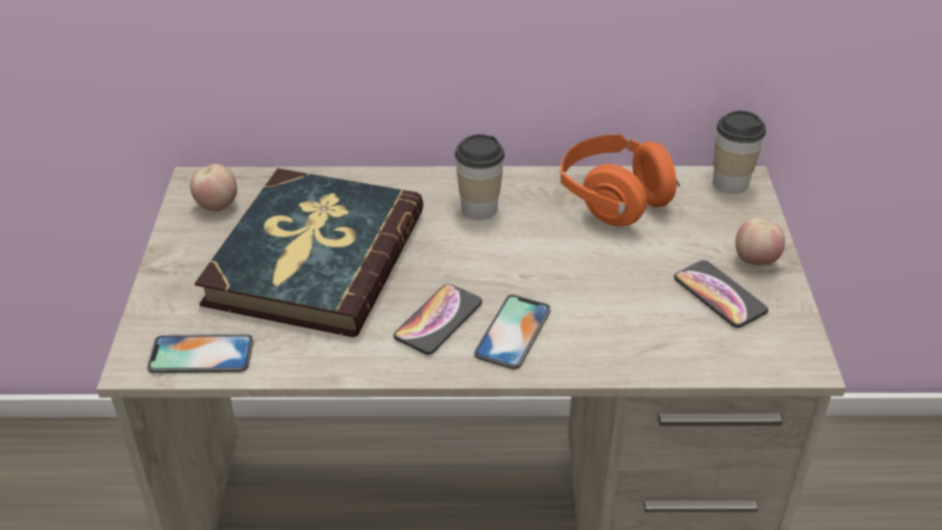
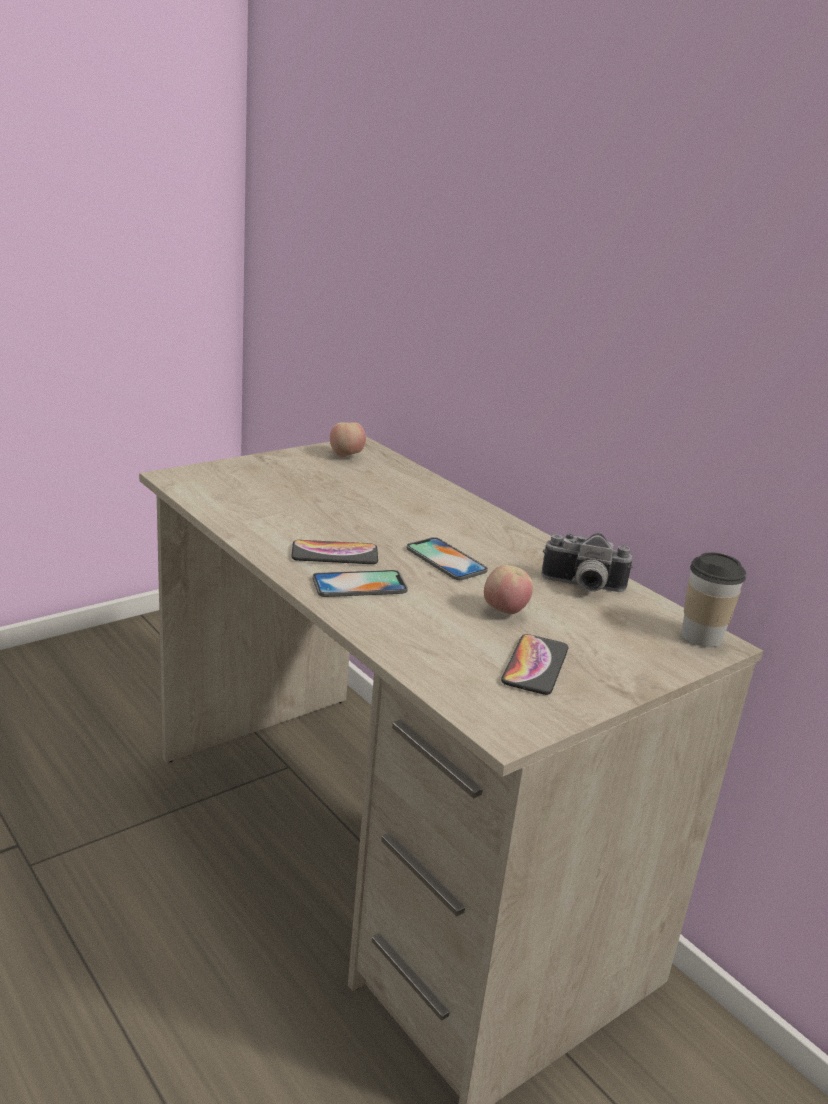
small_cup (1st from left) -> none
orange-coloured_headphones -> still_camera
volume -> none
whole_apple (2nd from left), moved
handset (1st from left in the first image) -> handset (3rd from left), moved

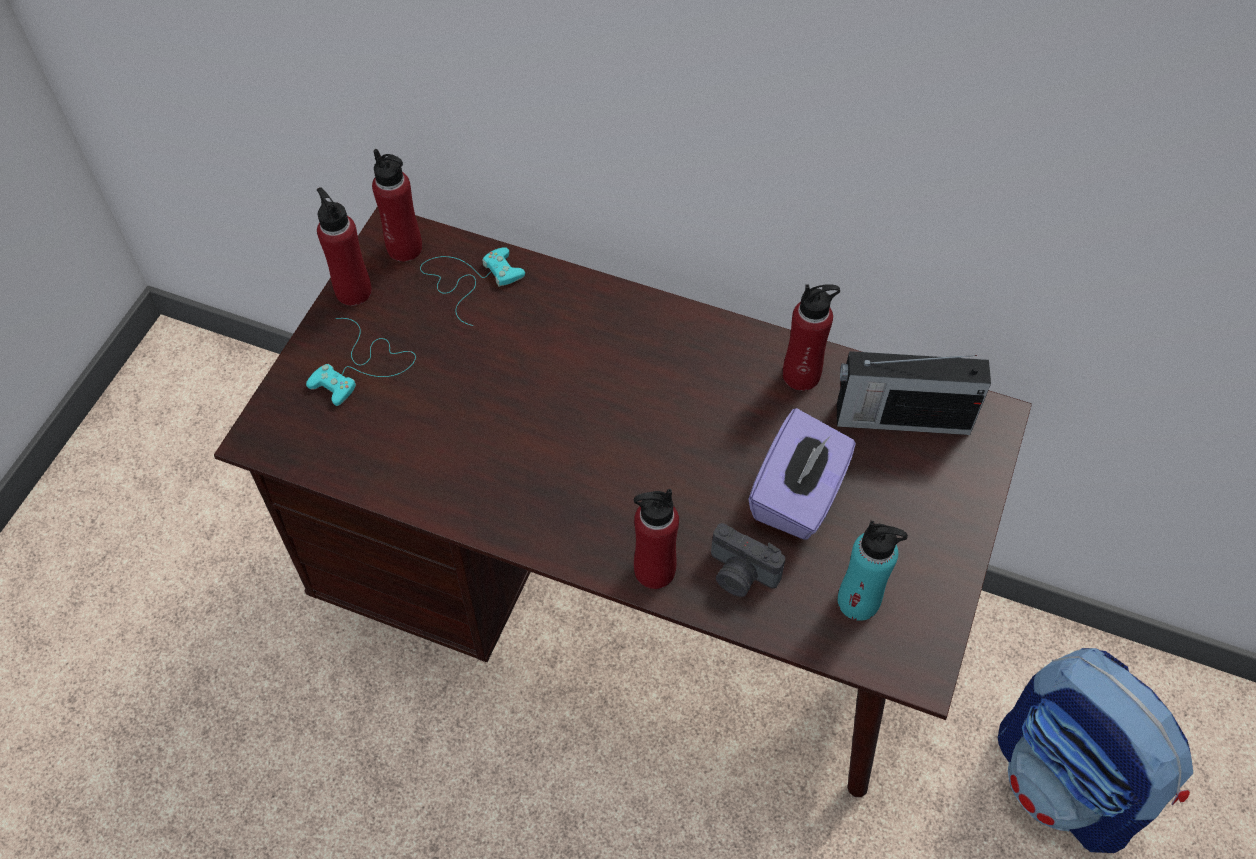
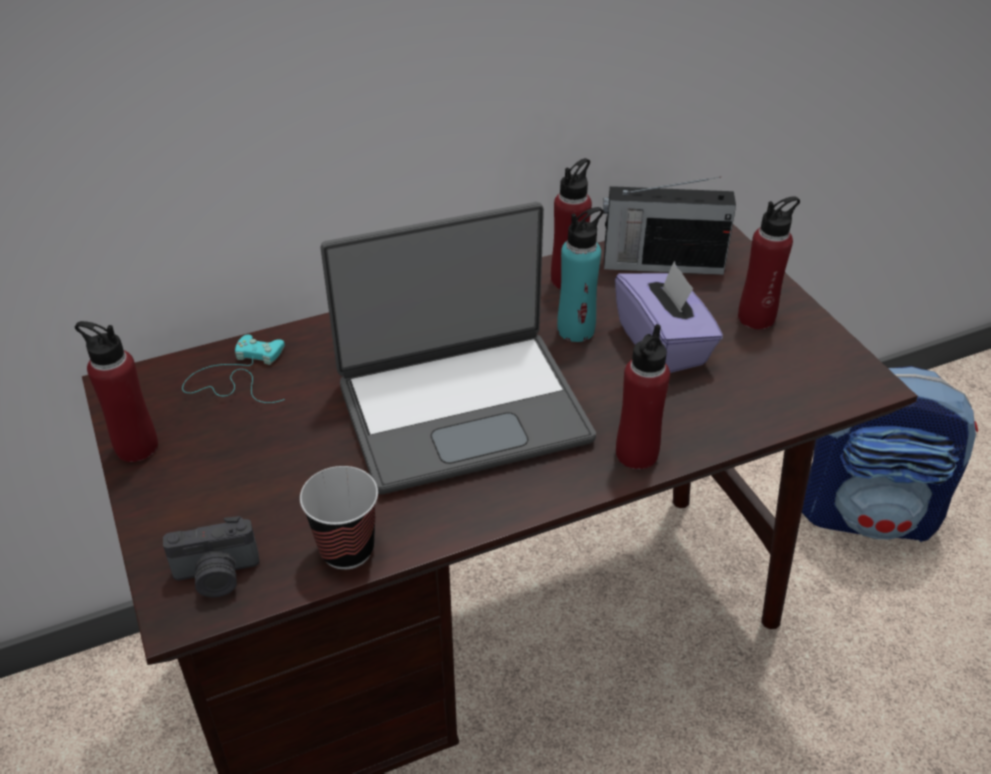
red_drink_bottle (2nd from left in the first image) -> red_drink_bottle (4th from left), moved
turquoise_game_controller (1st from left) -> none
radio_set, 45 degrees clockwise
turquoise_drink_bottle, moved
still_camera, moved
none -> notebook_computer
none -> small_cup

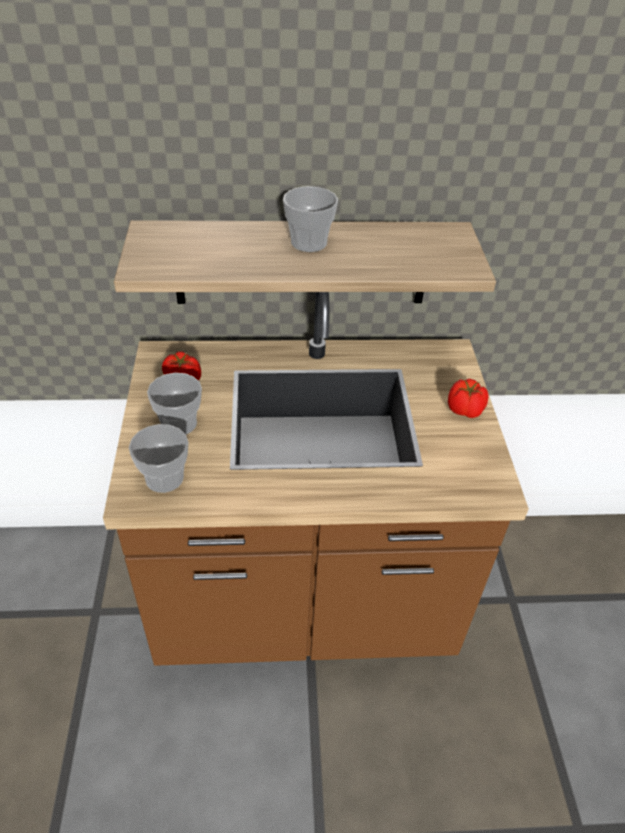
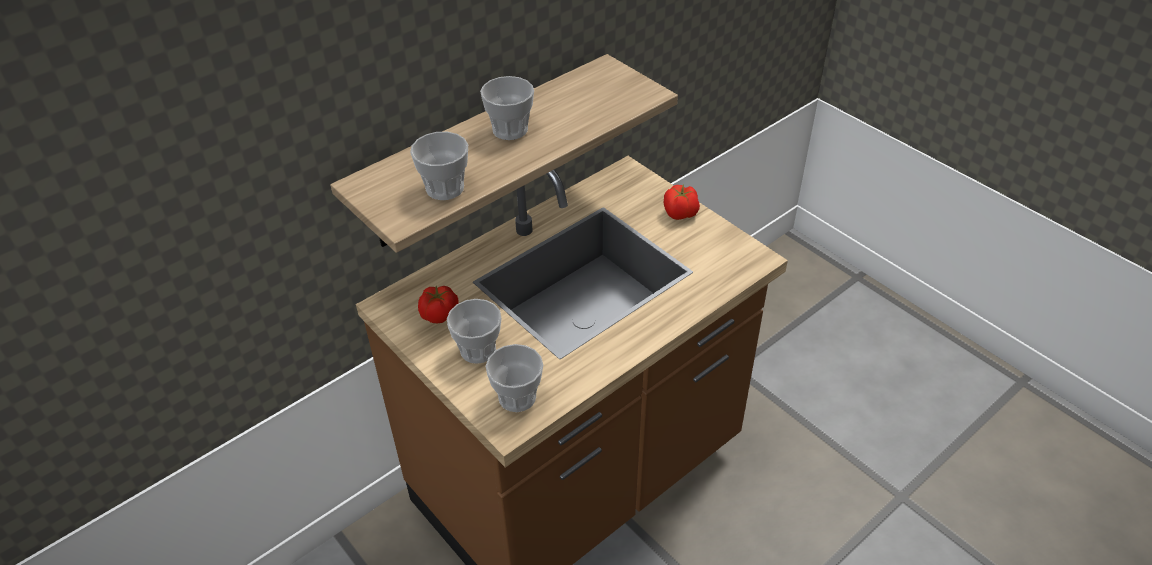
none -> small_cup (1st from left)

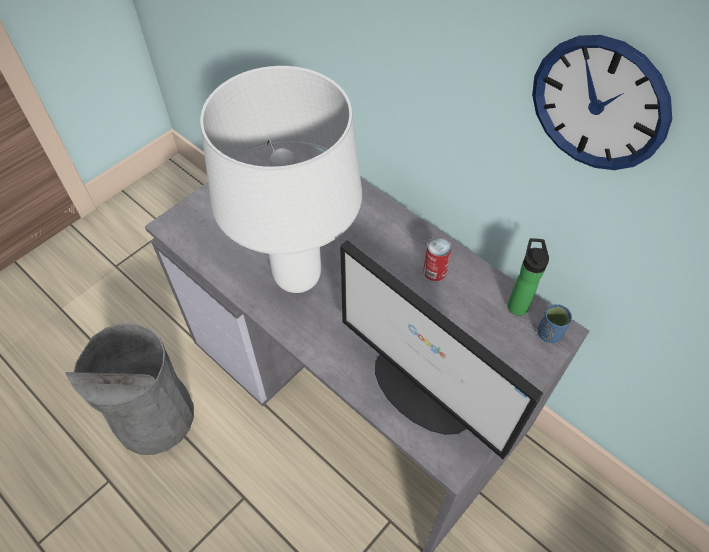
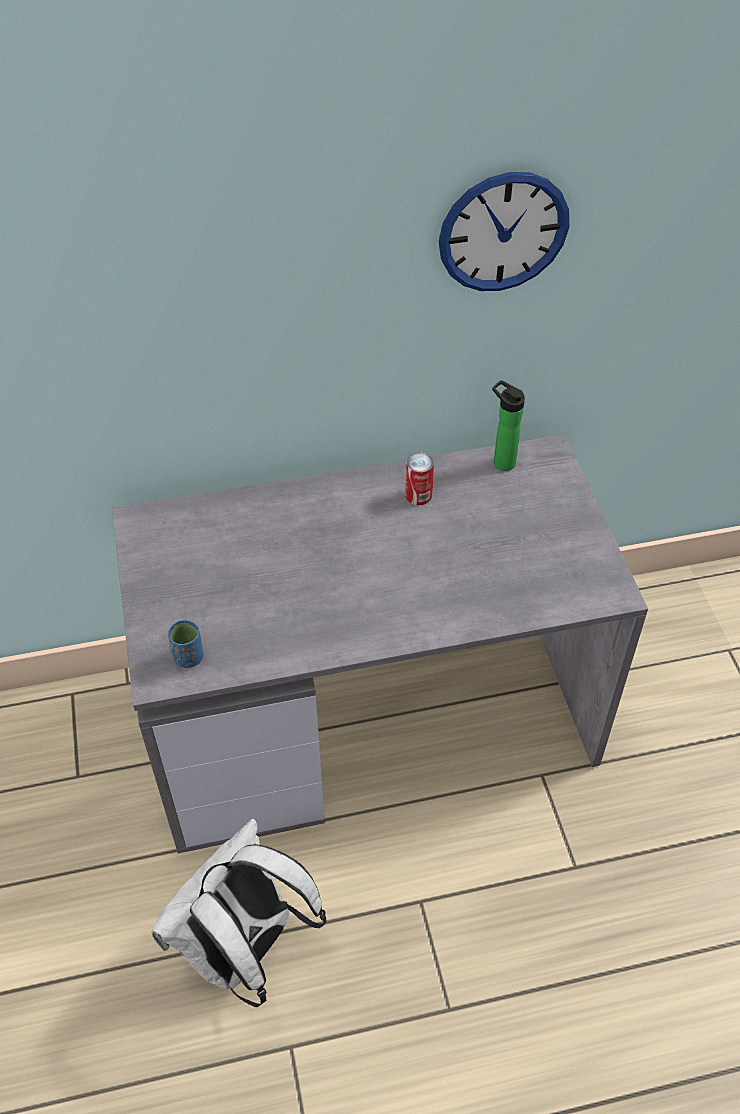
whitish_lamp_for_a_table -> none
monitor -> none
blue_small_cup, moved
greyish_waste_bin -> whitish_backpack

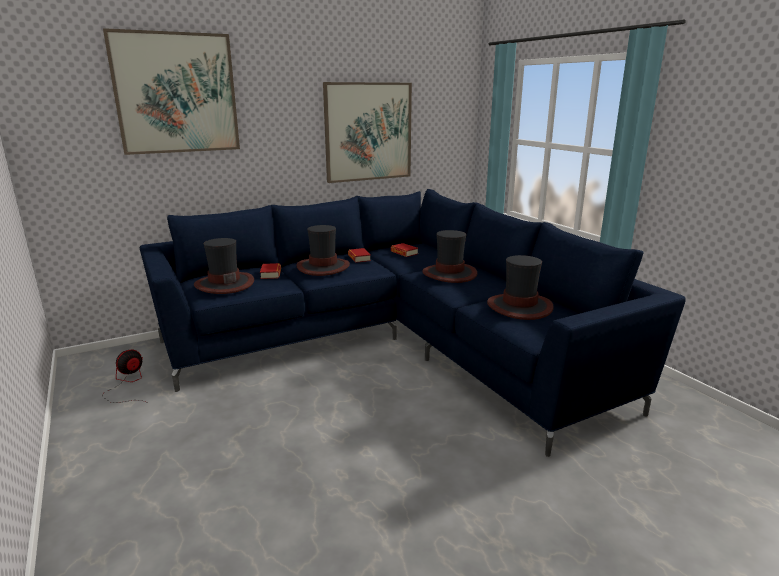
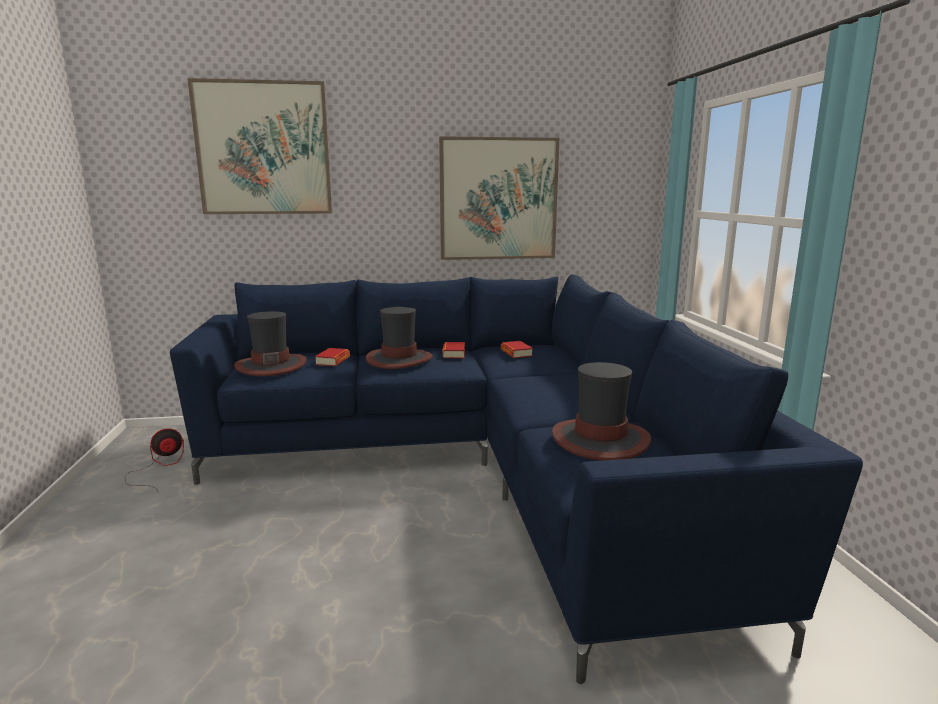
clothing_hat (3rd from left) -> none

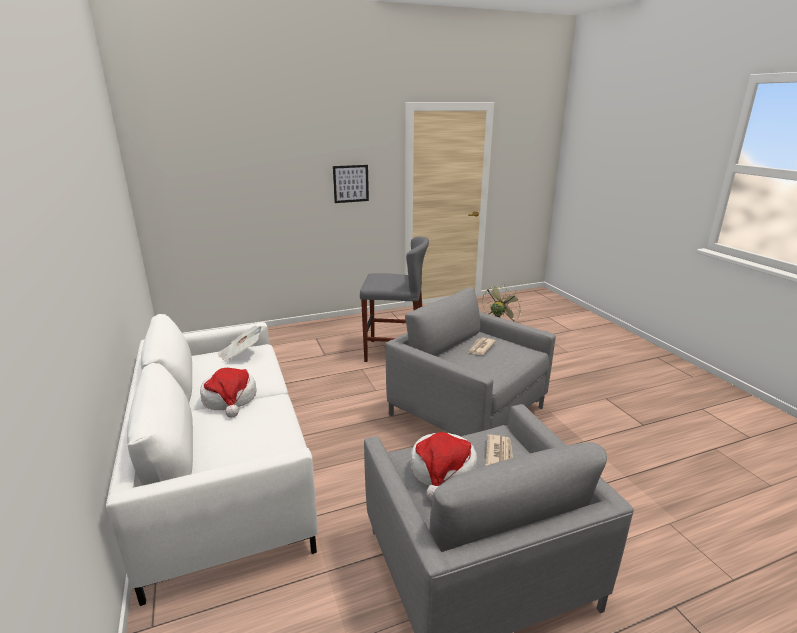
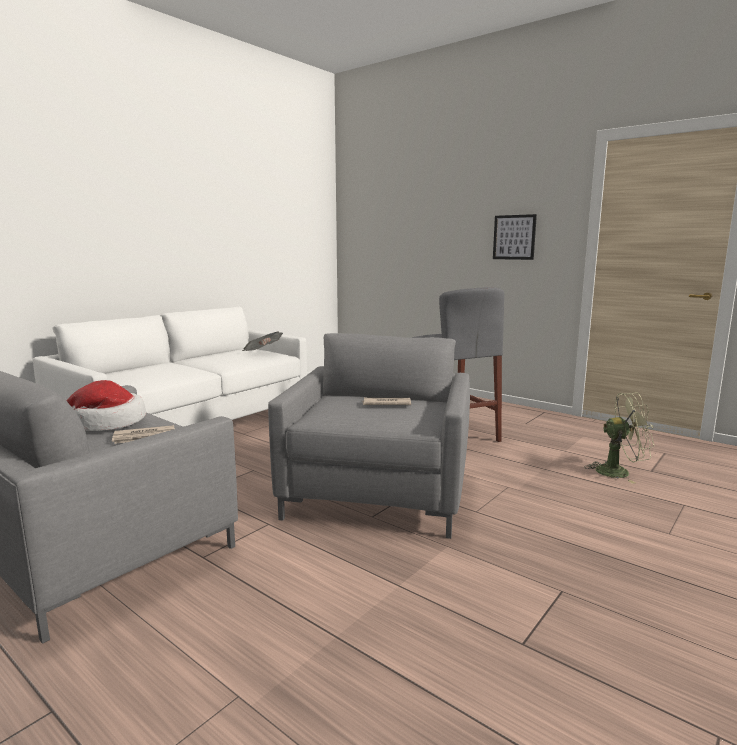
clothing_hat (1st from left) -> none

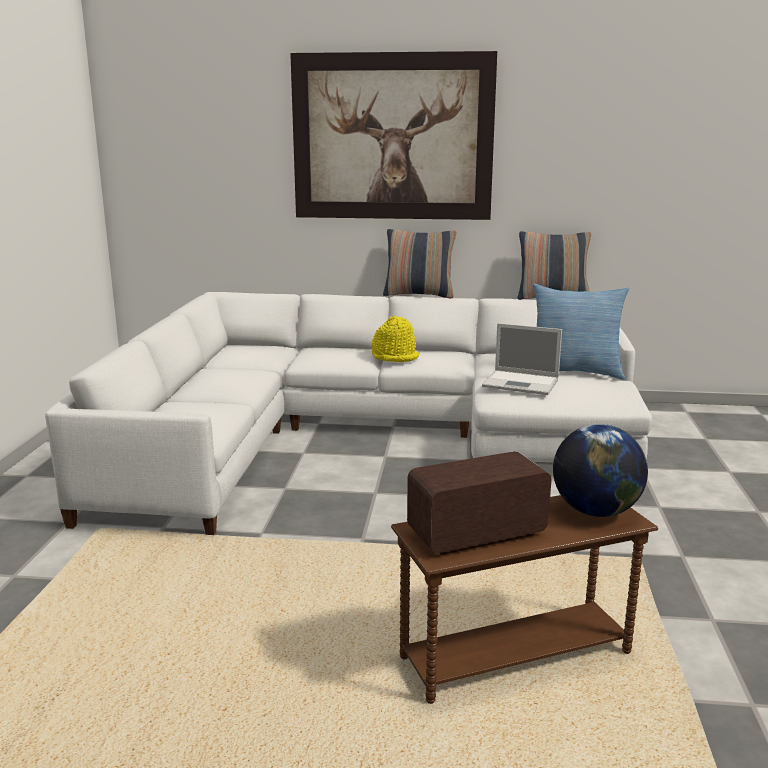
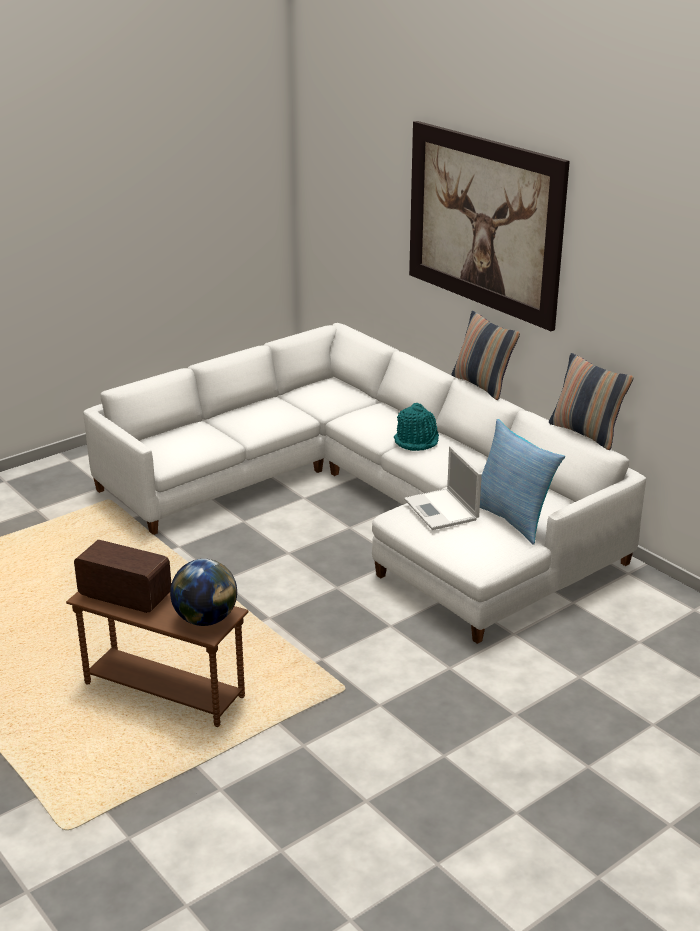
yellow_clothing_hat -> turquoise_clothing_hat

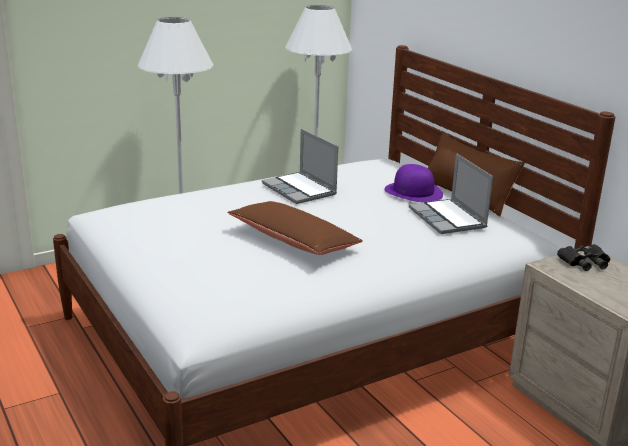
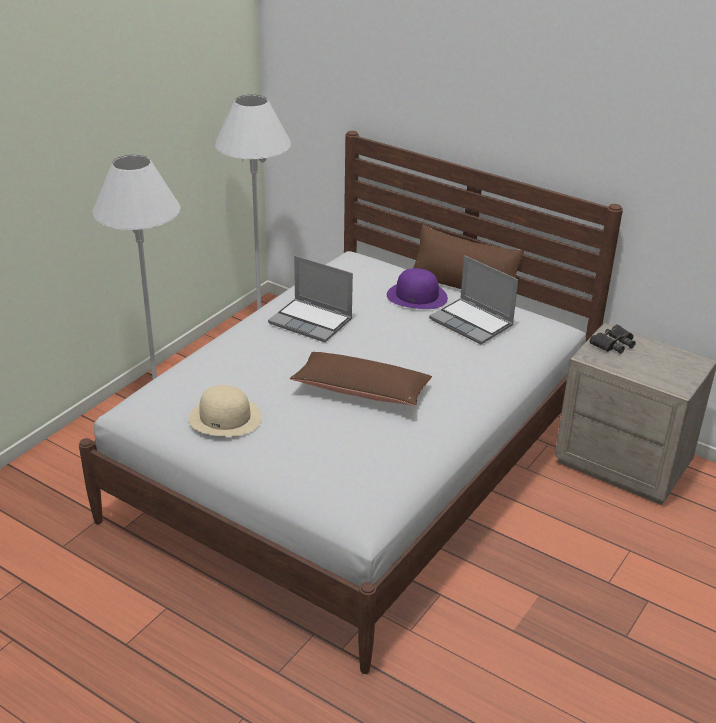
none -> beige-coloured_clothing_hat

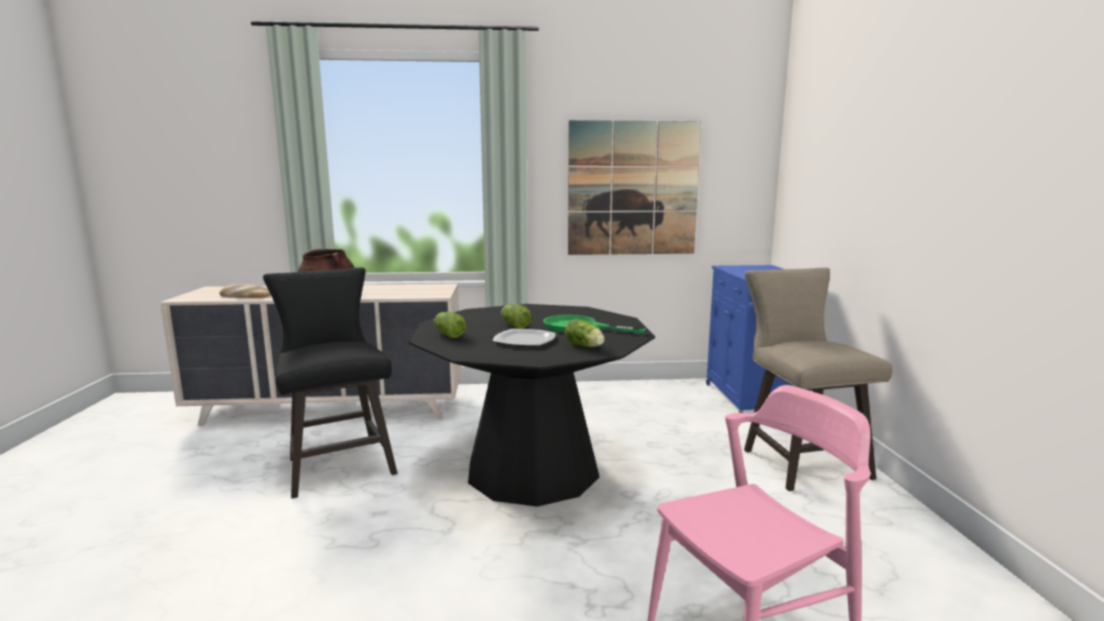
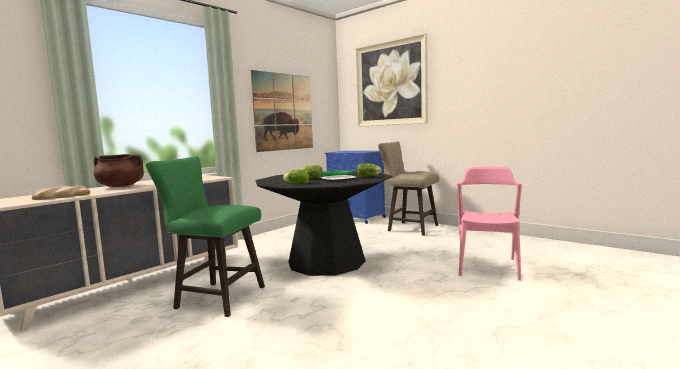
blackish_stool -> green-coloured_stool
none -> picture (2nd from left)

